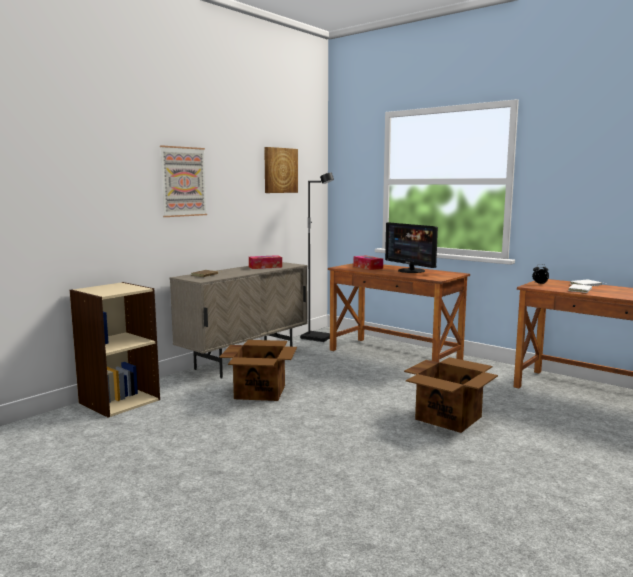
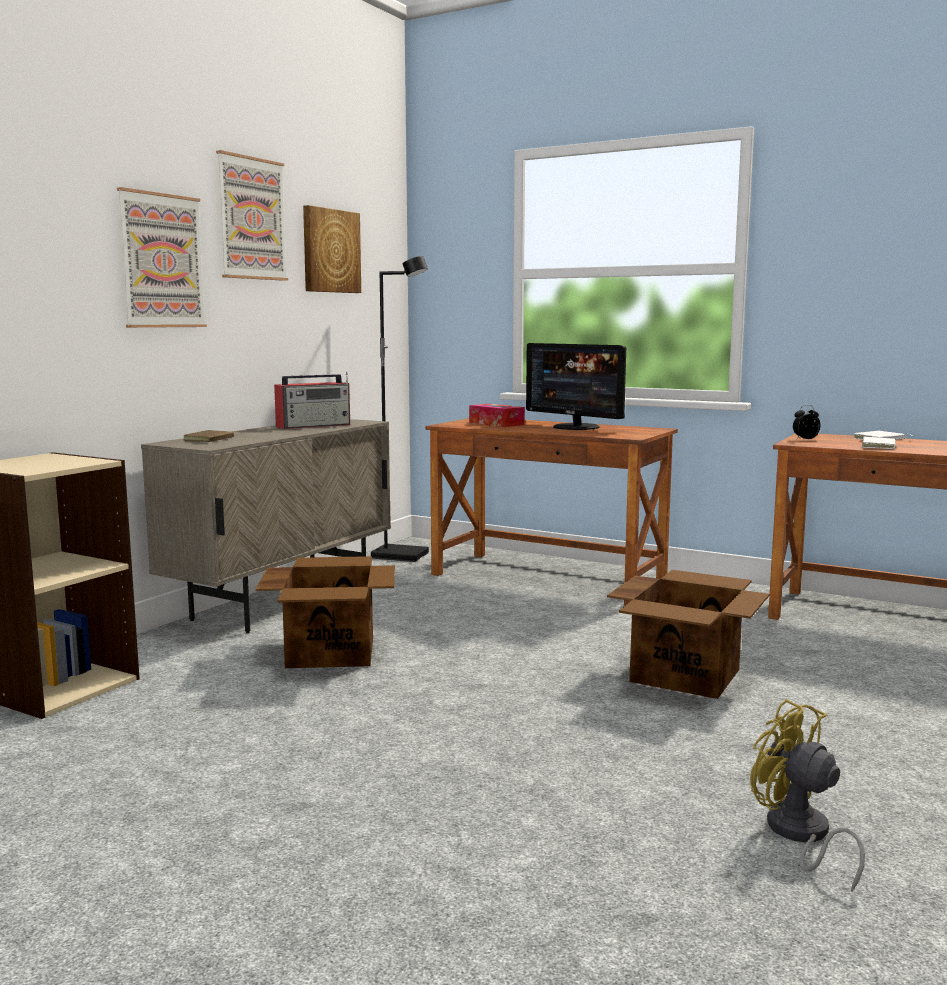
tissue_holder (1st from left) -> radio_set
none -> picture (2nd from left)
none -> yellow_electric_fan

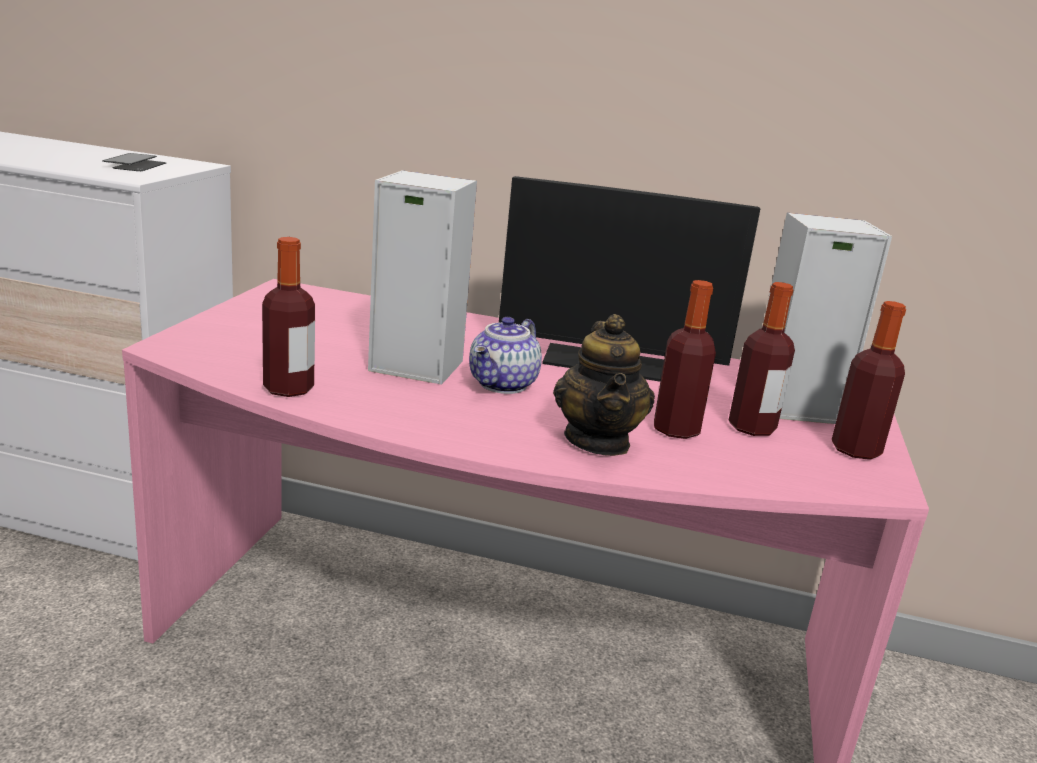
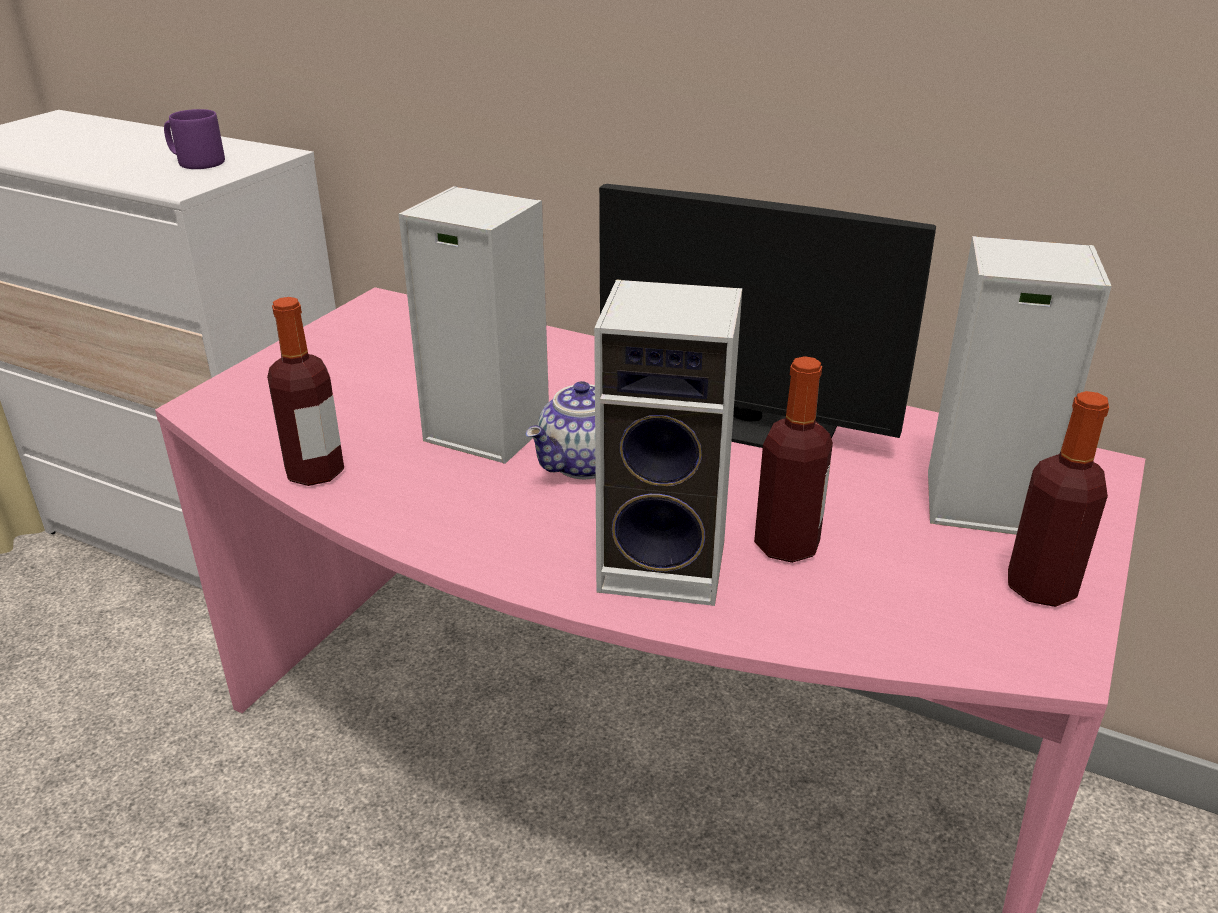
handset -> purple_coffee_mug
drink_bottle (3rd from left) -> none
pot_for_tea (2nd from left) -> speaker (2nd from left)

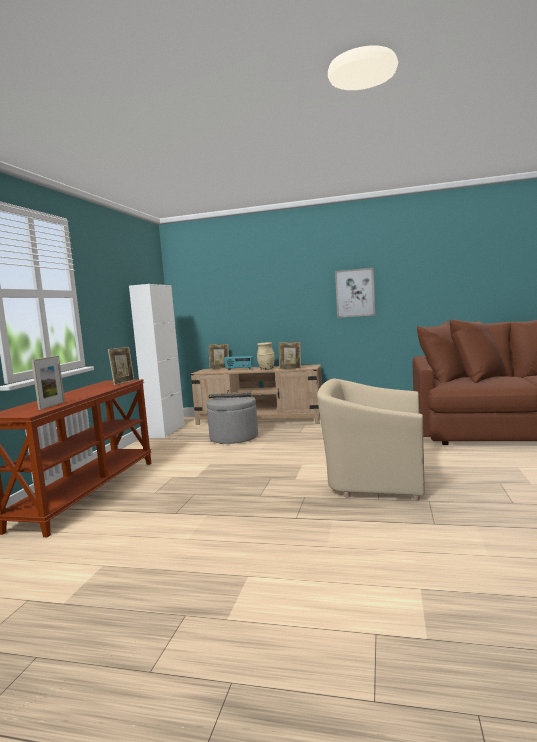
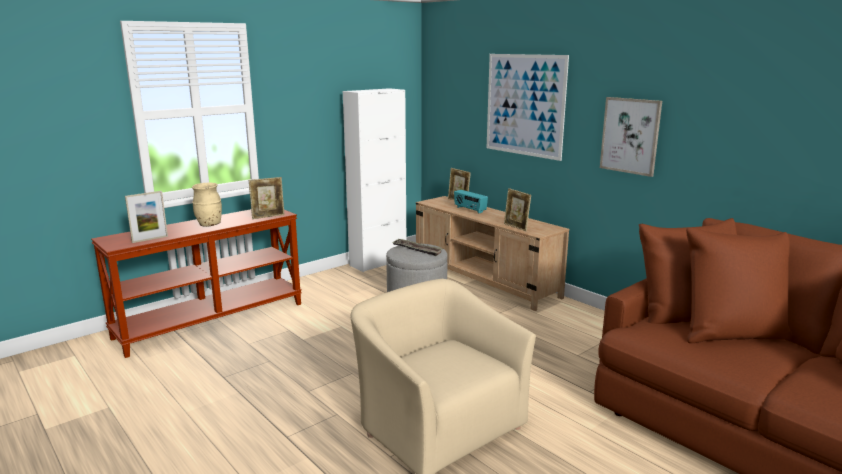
beige-coloured_decorative_vase, moved
none -> picture (1st from left)

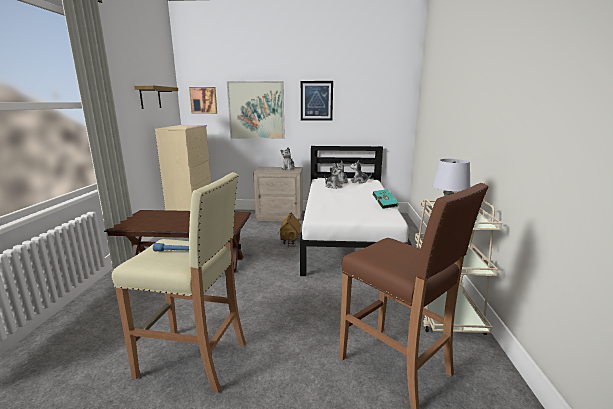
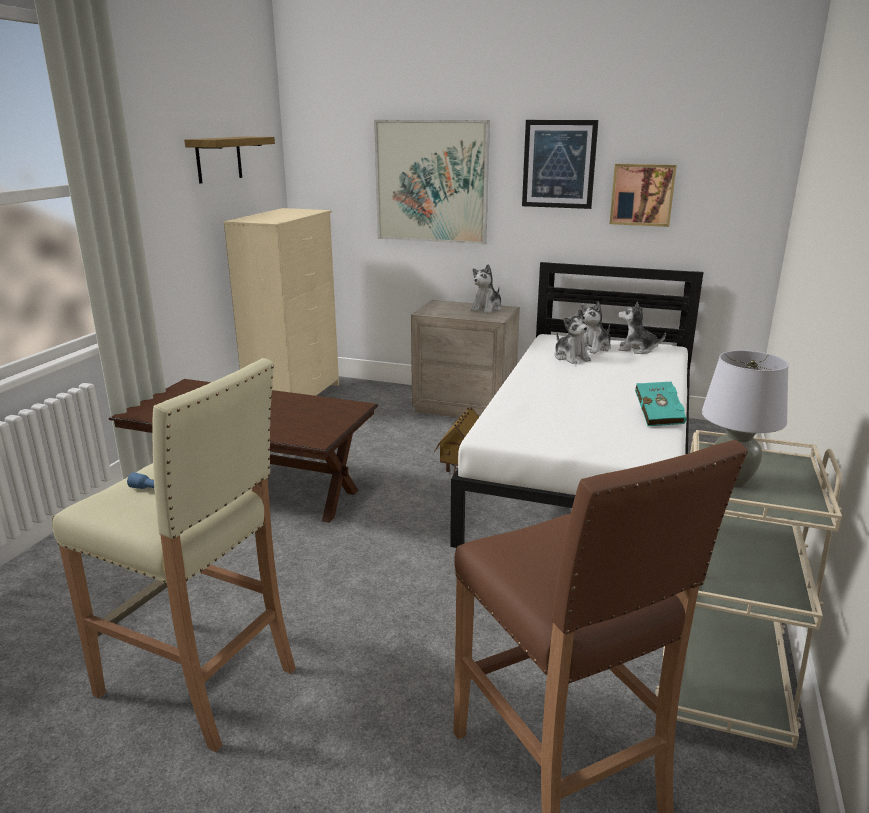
picture (1st from left in the first image) -> picture (3rd from left), moved

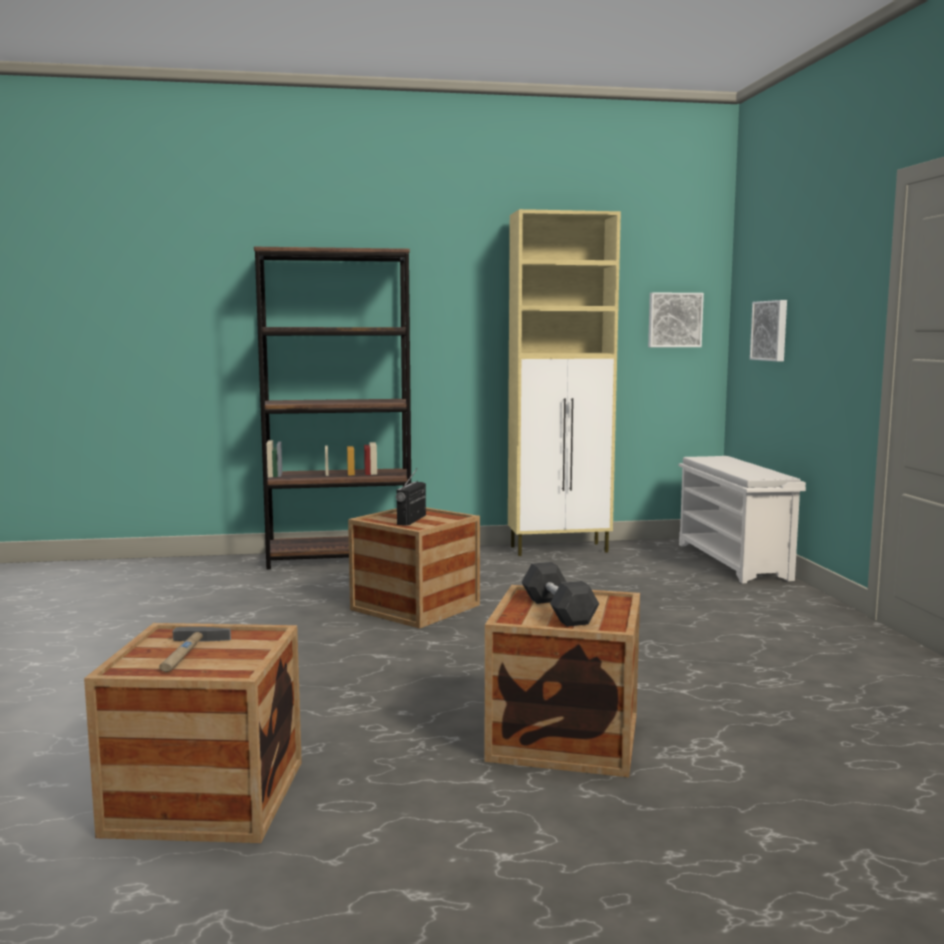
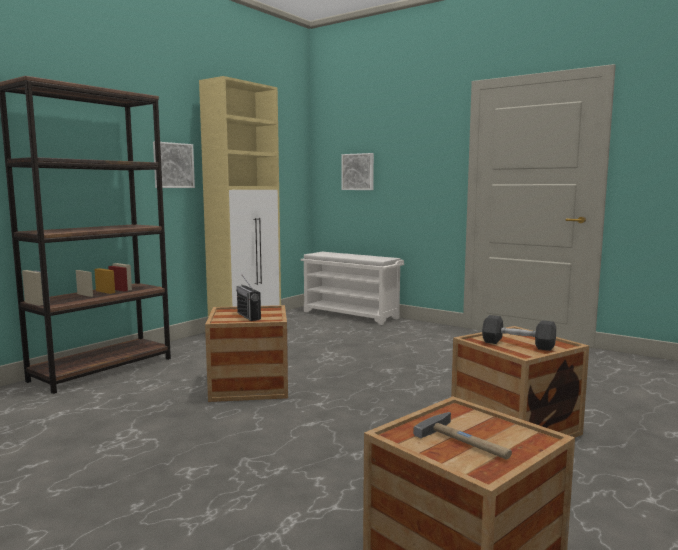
picture (1st from left), moved

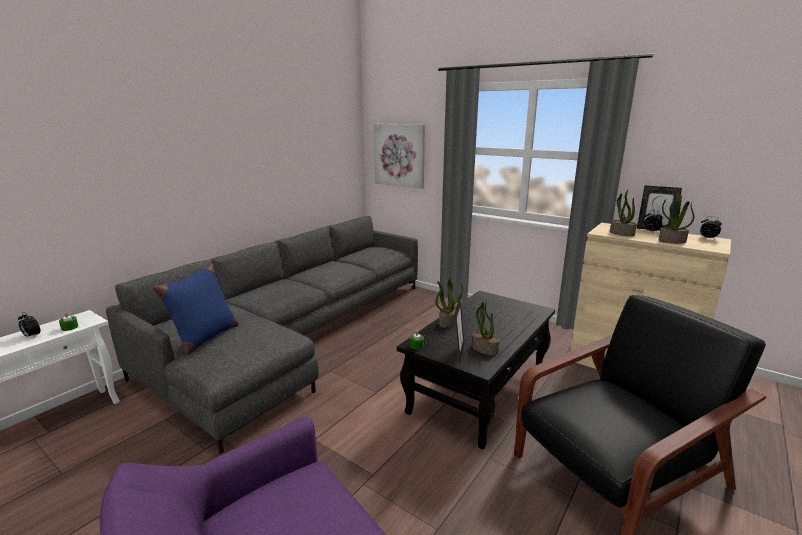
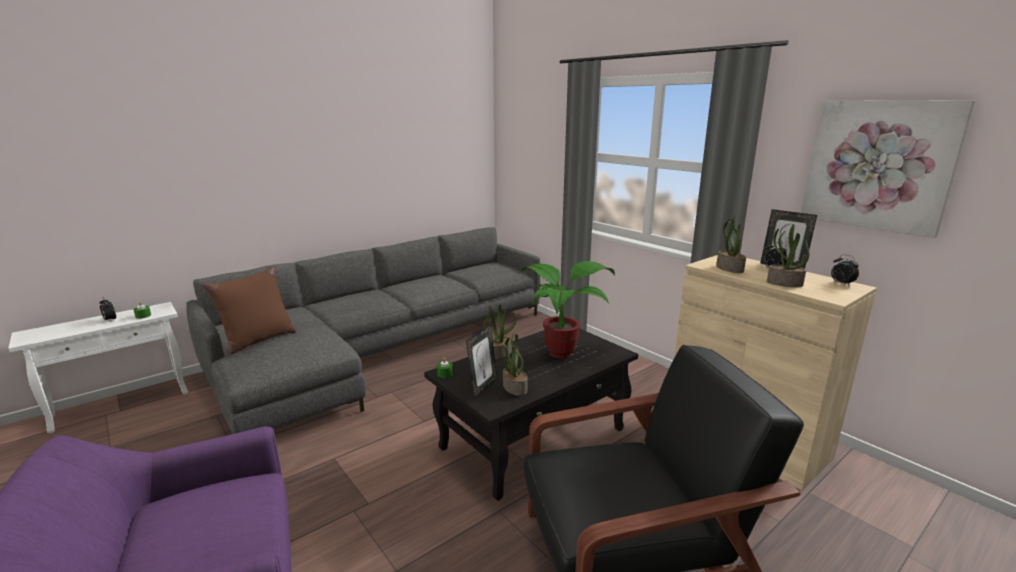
picture, moved
blue_throw_pillow -> brownish_throw_pillow
none -> houseplant (3rd from left)

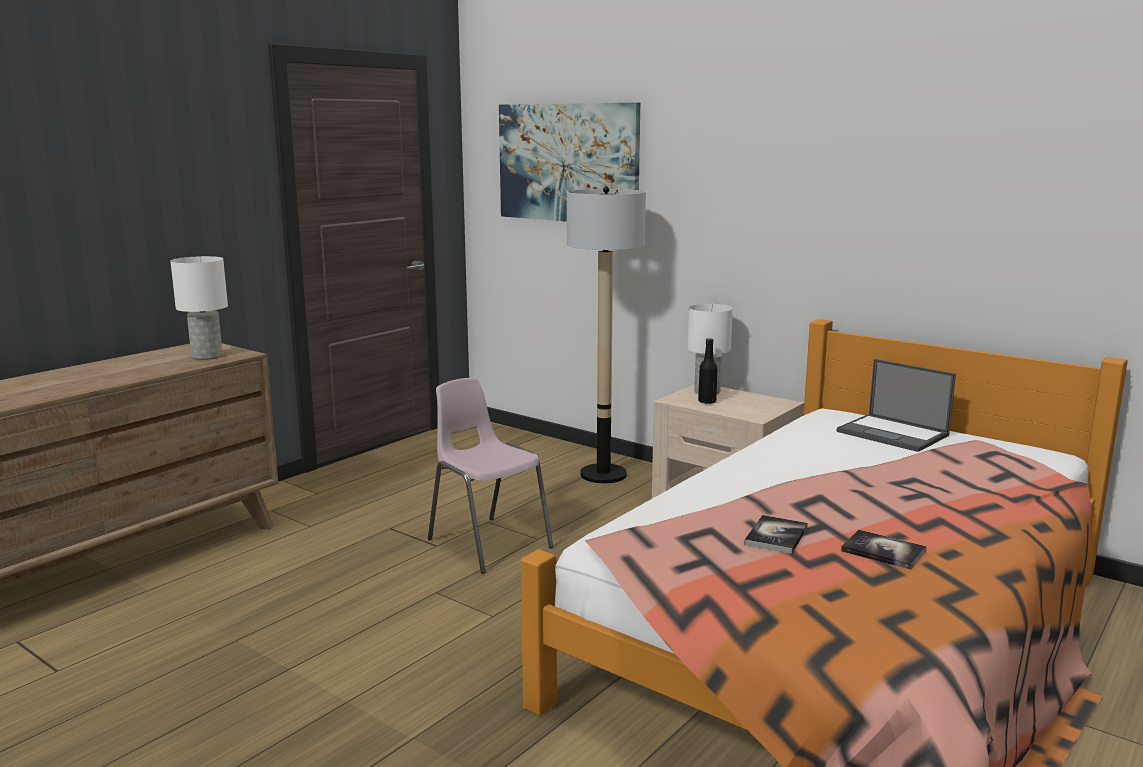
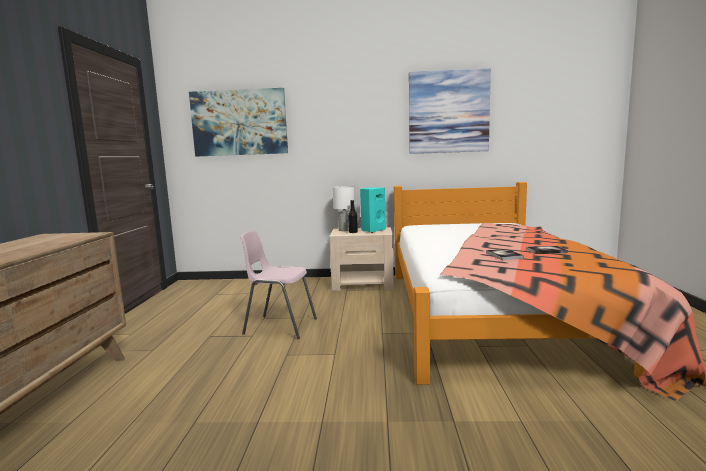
floor_lamp -> none
whitish_lamp_for_a_table (1st from left) -> none
notebook_computer -> none
none -> picture (2nd from left)
none -> turquoise_speaker

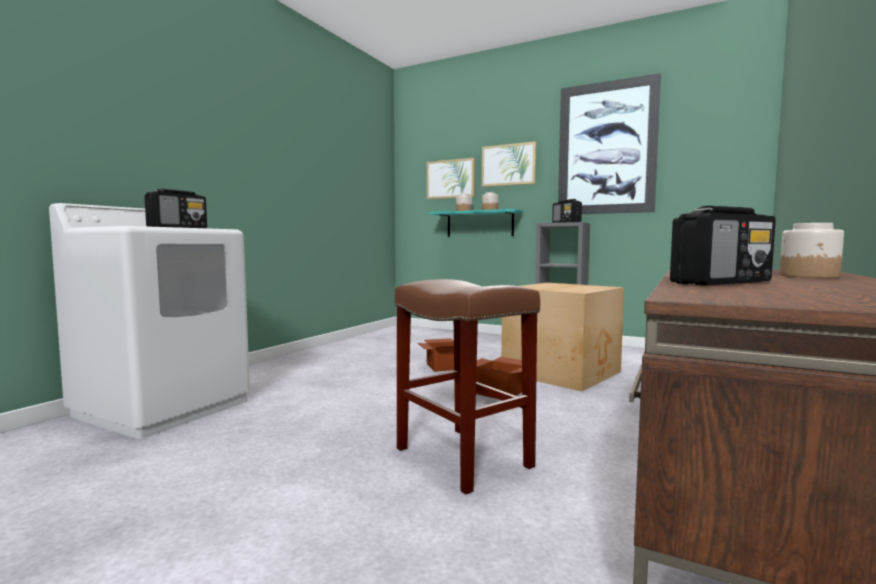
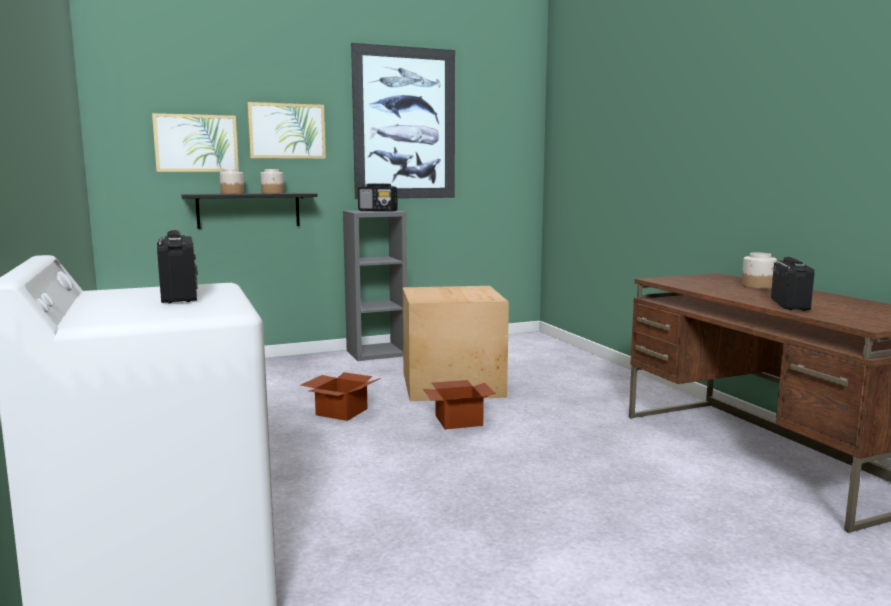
turquoise_shelf -> blackish_shelf
brownish_stool -> none

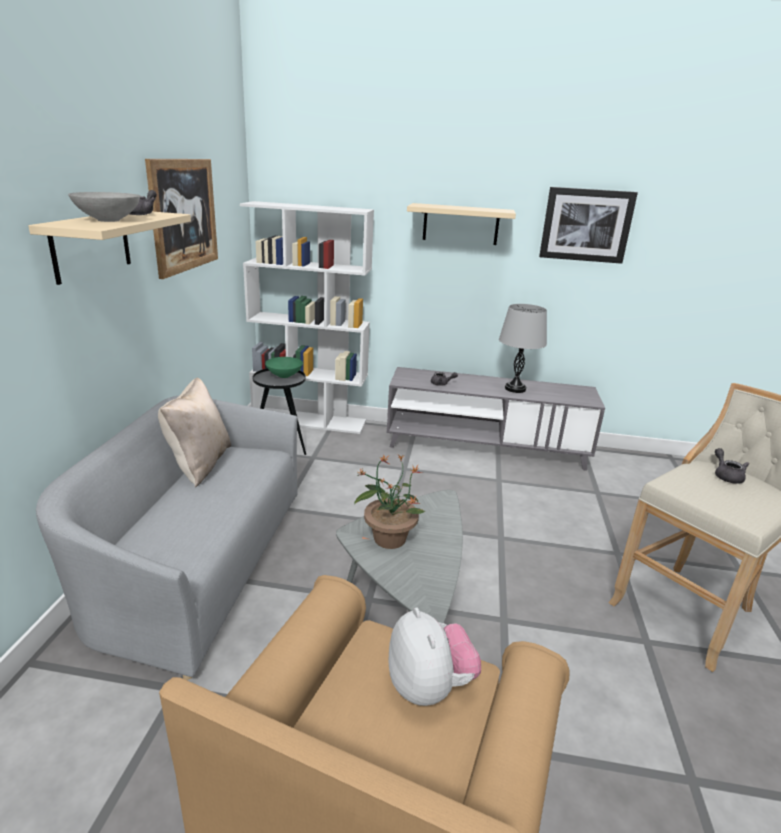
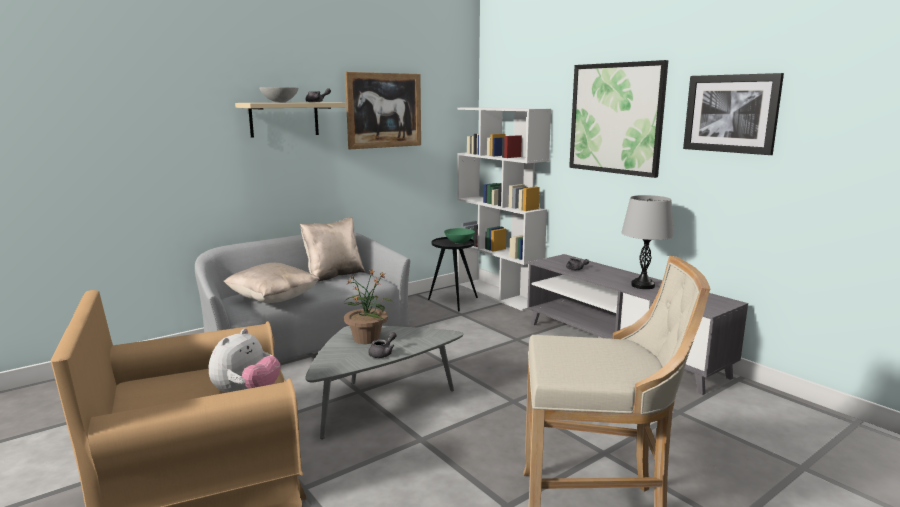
beige-coloured_shelf (2nd from left) -> picture (2nd from left)
greyish_pot_for_tea (3rd from left in the first image) -> greyish_pot_for_tea (2nd from left), moved
none -> beige-coloured_throw_pillow (1st from left)

